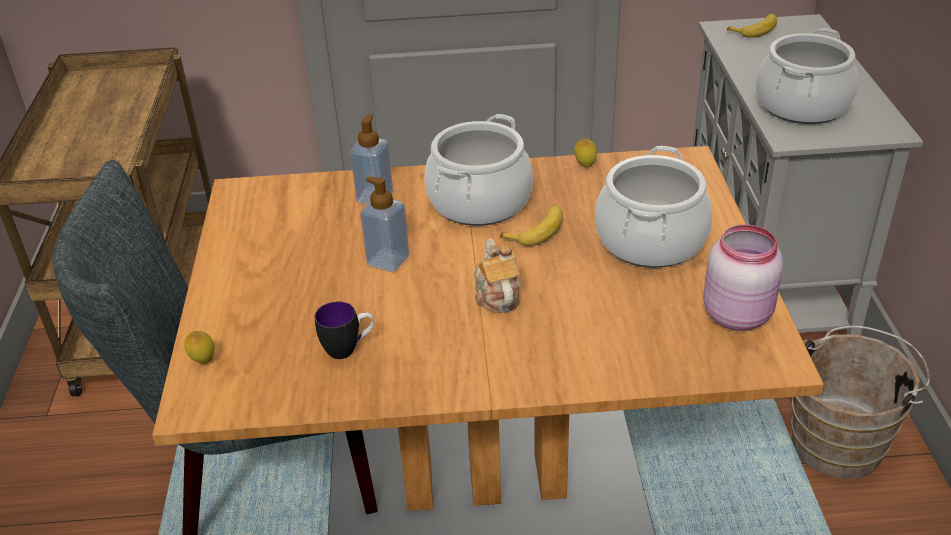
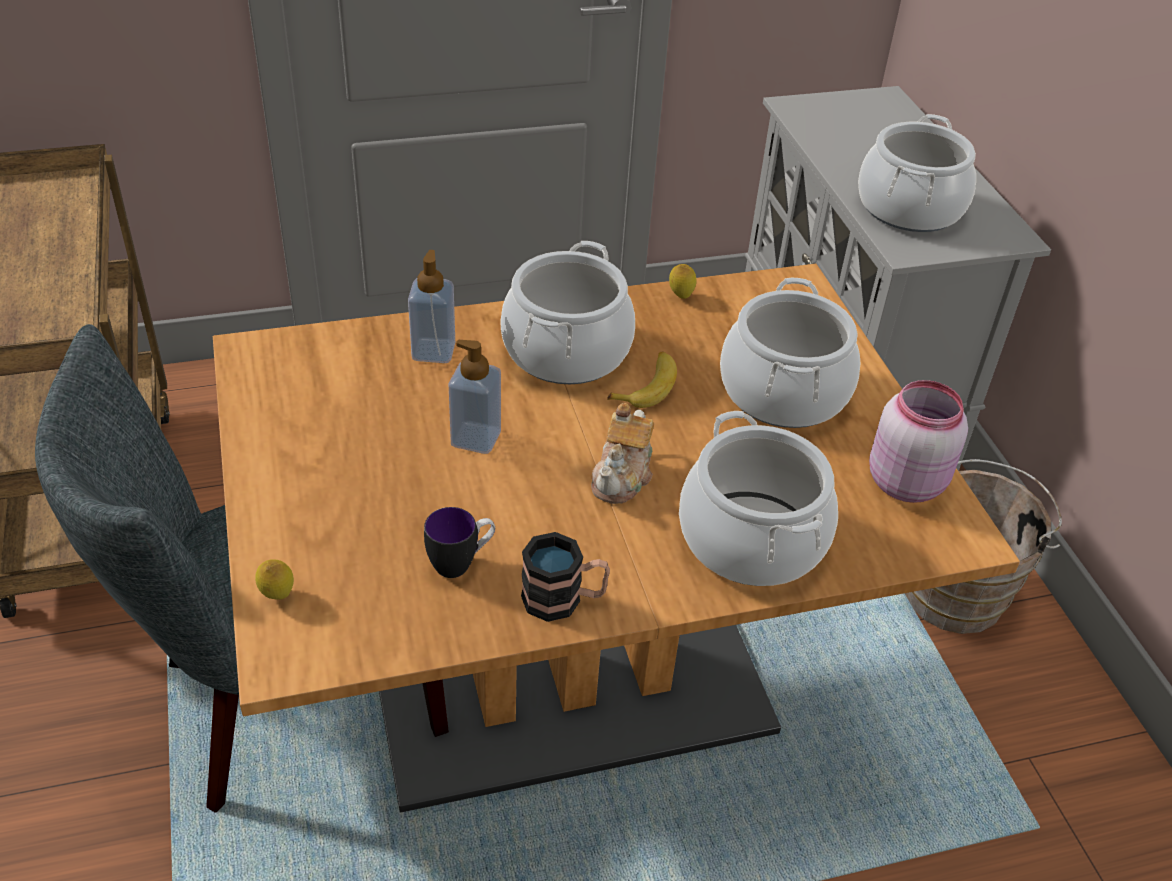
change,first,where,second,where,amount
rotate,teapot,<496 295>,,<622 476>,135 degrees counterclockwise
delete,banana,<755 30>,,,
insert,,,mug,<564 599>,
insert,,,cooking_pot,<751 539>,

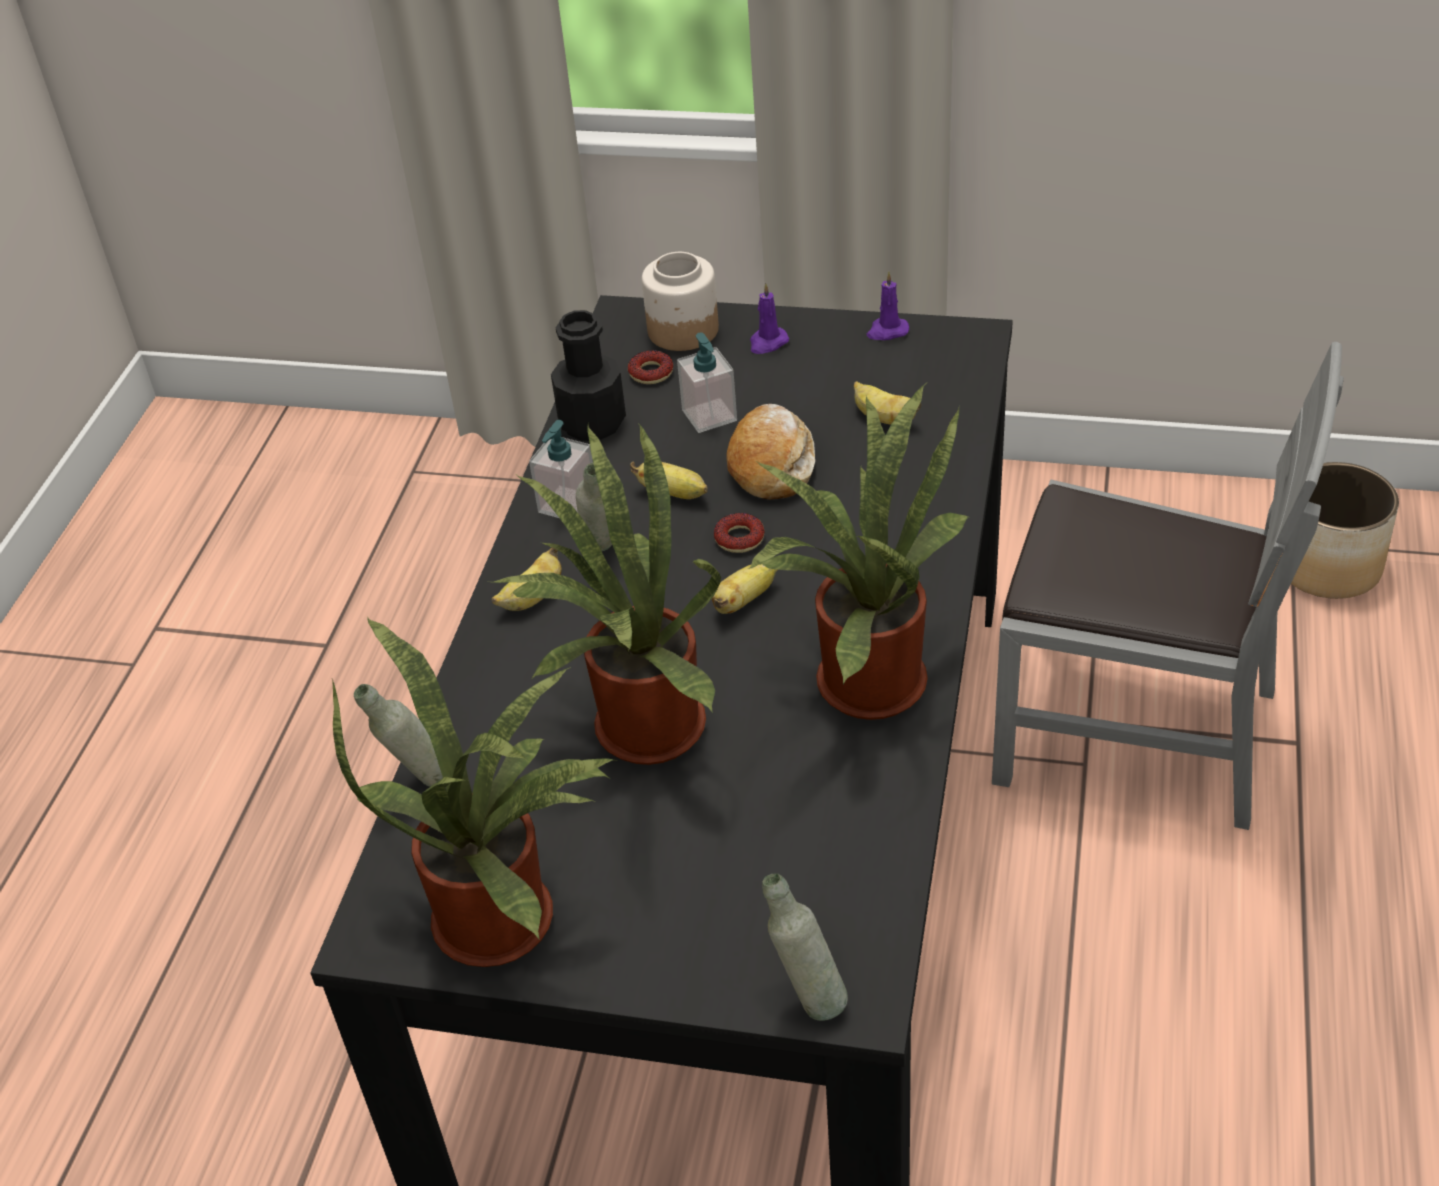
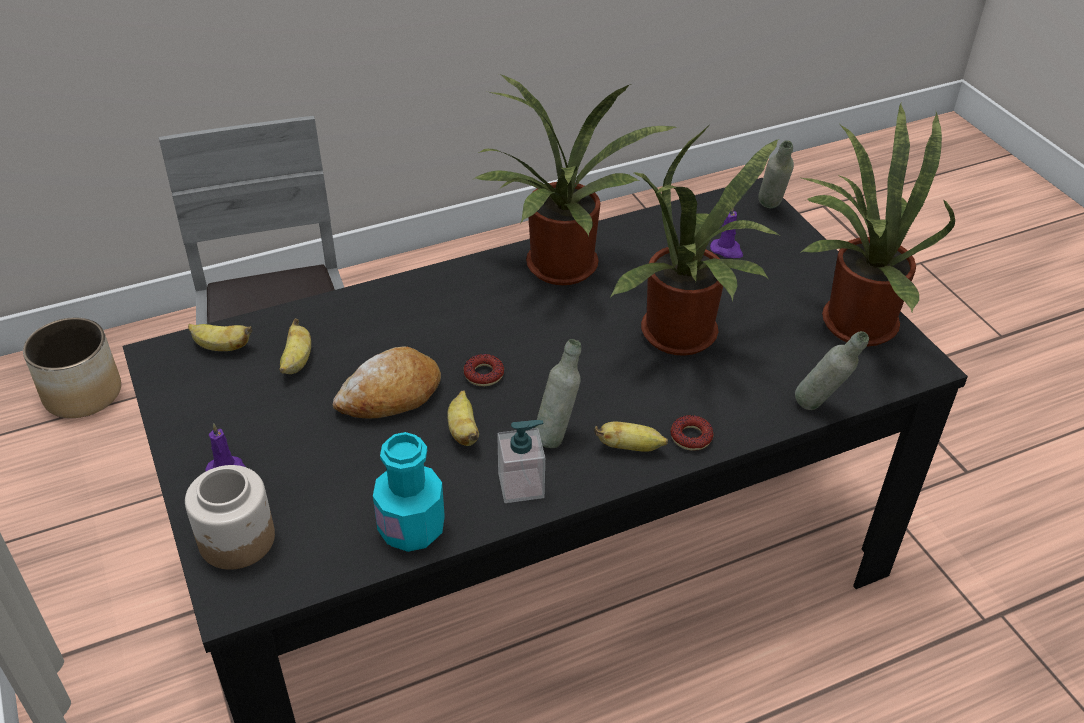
change,first,where,second,where,amount
recolor,black_bottle,<592 423>,turquoise_bottle,<411 528>,
move,donut,<651 373>,,<691 437>,
delete,soap_dispenser,<709 416>,,,
move,banana,<744 601>,,<221 347>,
move,purple_candle,<887 331>,,<727 250>,

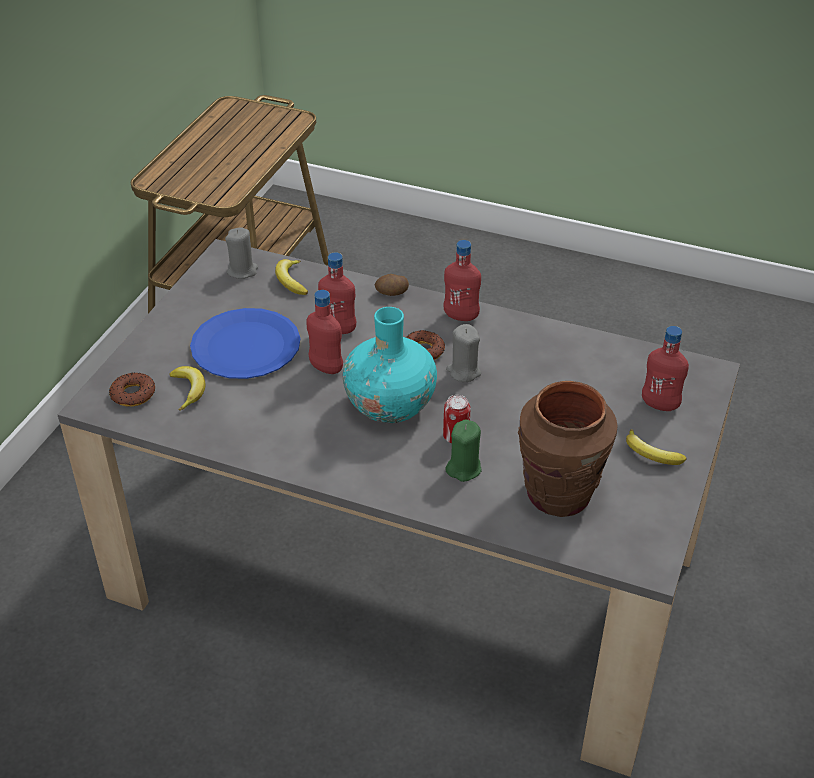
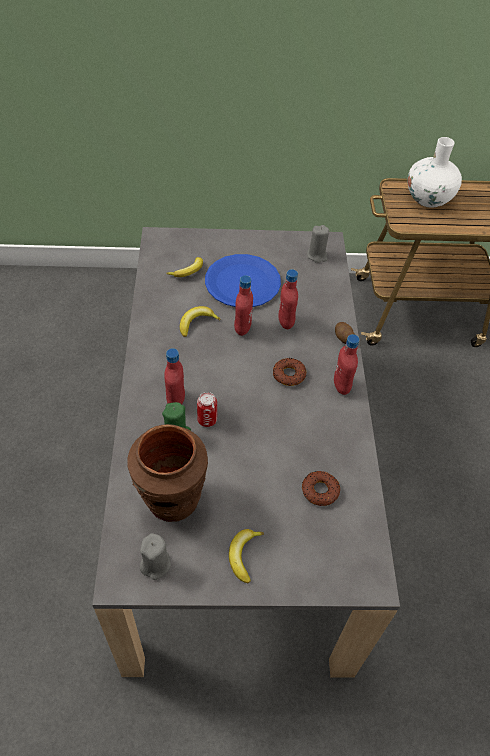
change,first,where,second,where,amount
move,donut,<133 394>,,<320 490>,
move,banana,<291 281>,,<196 323>,
delete,turquoise_vase,<390 406>,,,
move,grey_candle,<463 372>,,<155 564>,
move,red_bottle,<660 405>,,<176 400>,
insert,,,white_vase,<428 199>,

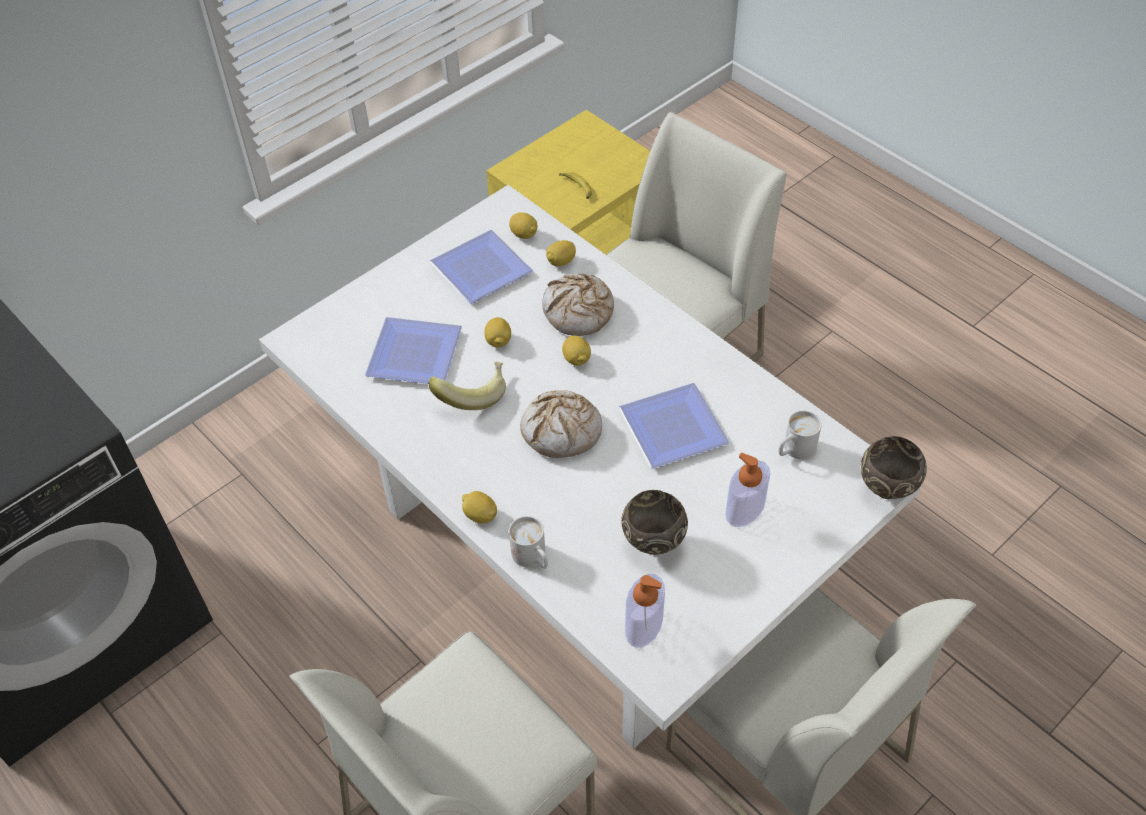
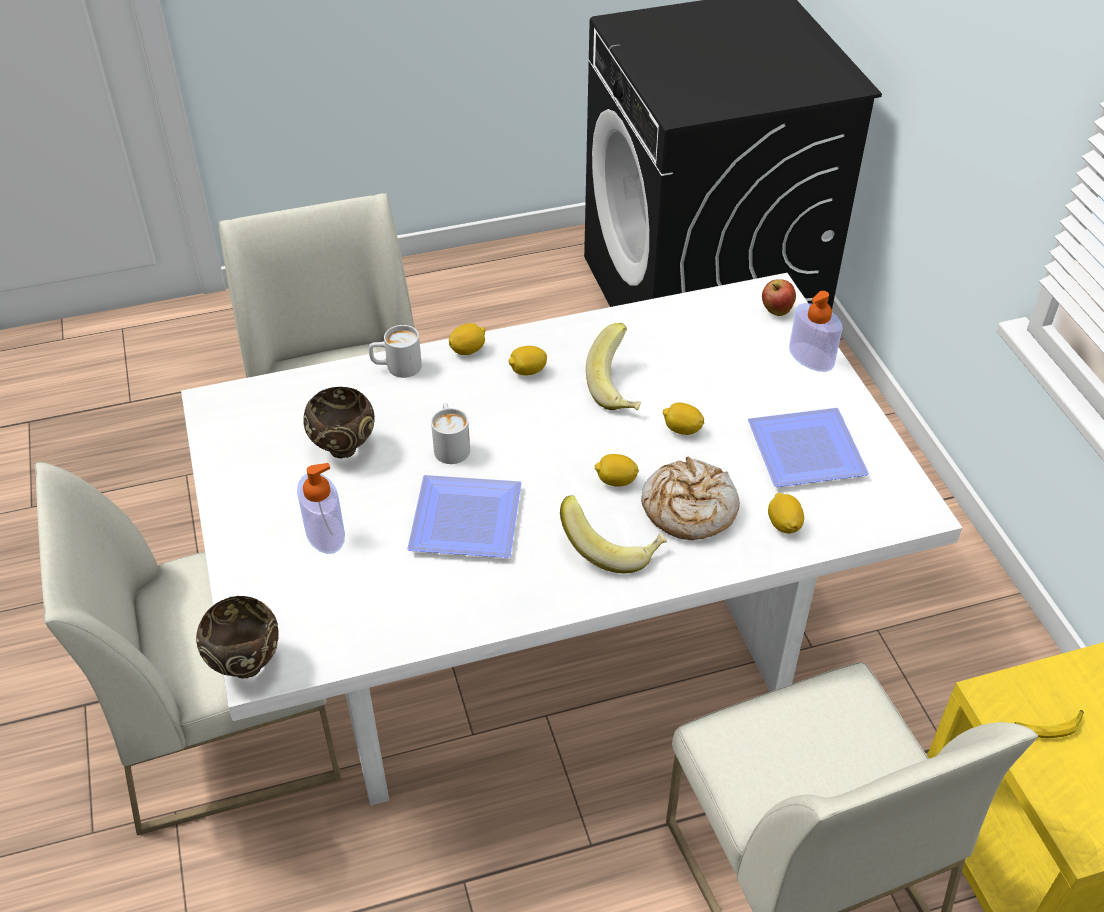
change,first,where,second,where,amount
delete,plate,<418 352>,,,
move,lemon,<524 234>,,<527 371>,
delete,bread,<562 431>,,,
move,soap_dispenser,<644 624>,,<811 357>,
move,white_mug,<794 450>,,<450 445>,
insert,,,banana,<612 547>,
insert,,,apple,<776 311>,

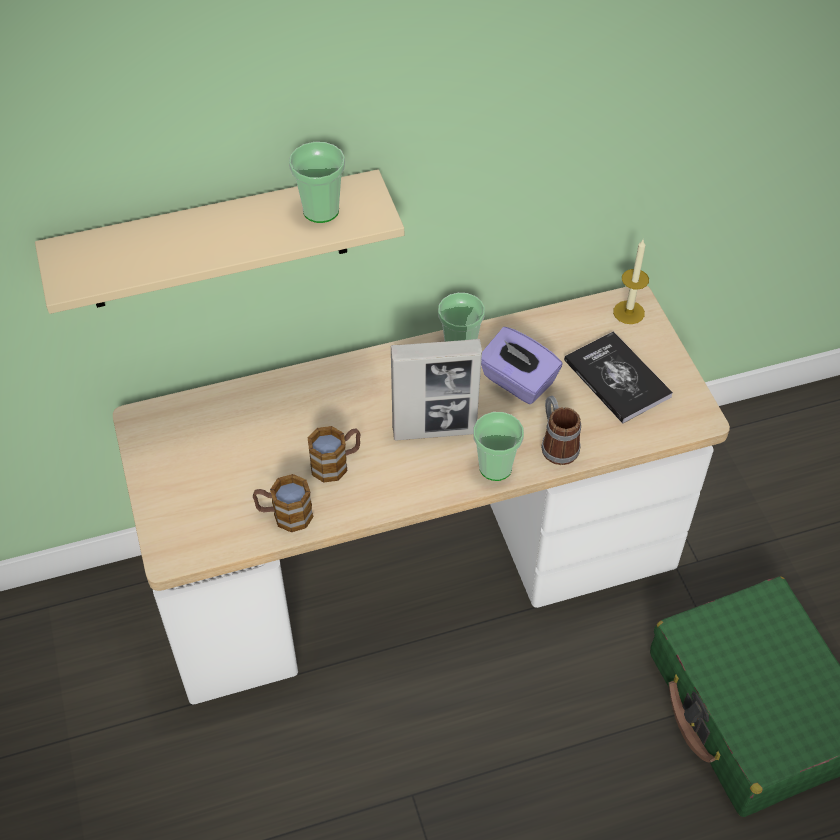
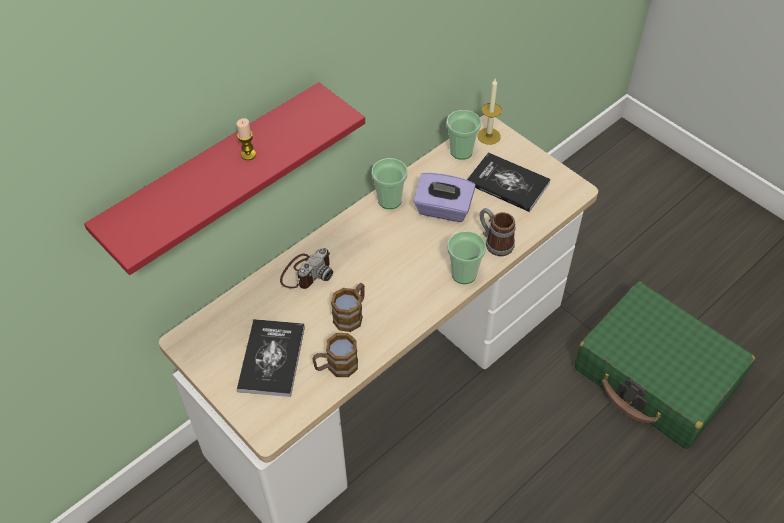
change,first,where,second,where,amount
recolor,beige_shelf,<217 241>,red_shelf,<215 177>,
move,cup,<321 210>,,<461 151>,
delete,picture_frame,<434 430>,,,
insert,,,candle,<248 154>,
insert,,,book,<271 358>,
insert,,,photo_camera,<306 272>,

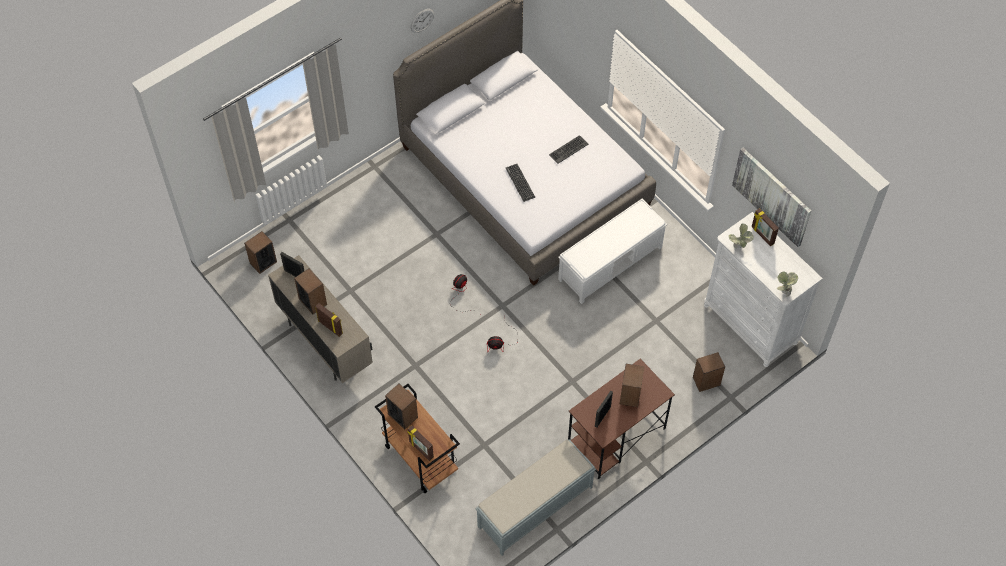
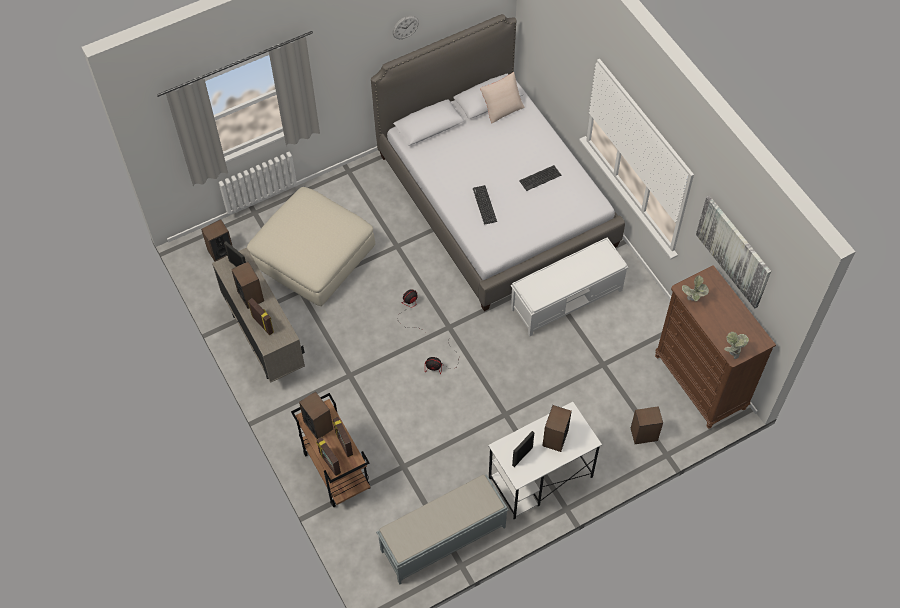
change,first,where,second,where,amount
recolor,brown_desk,<616 437>,white_desk,<540 478>,
recolor,white_dresser,<750 325>,brown_dresser,<700 382>,
move,picture_frame,<762 235>,,<343 443>,
insert,,,beige_ottoman,<313 256>,
insert,,,beige_pillow,<502 108>,

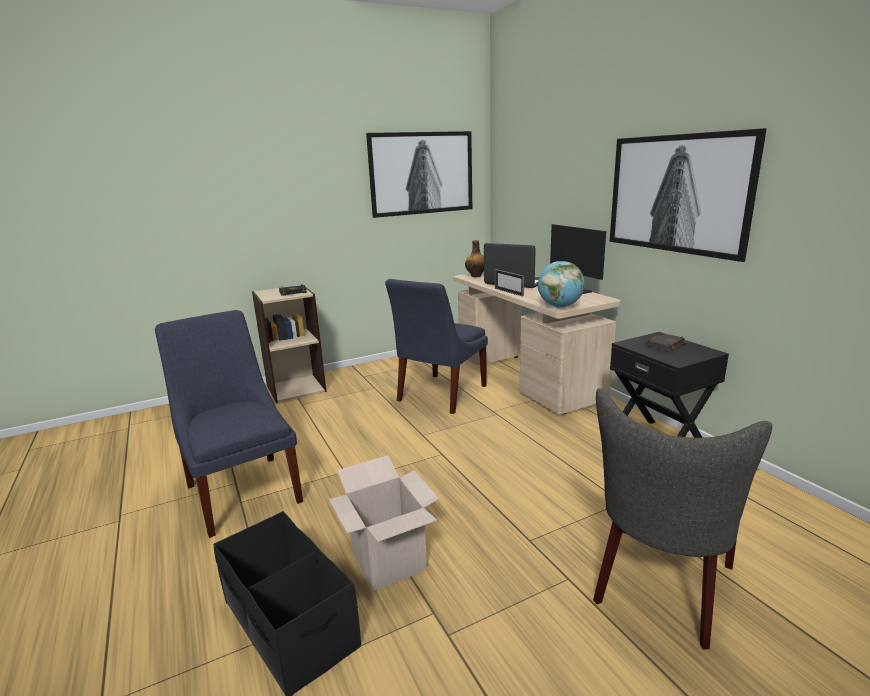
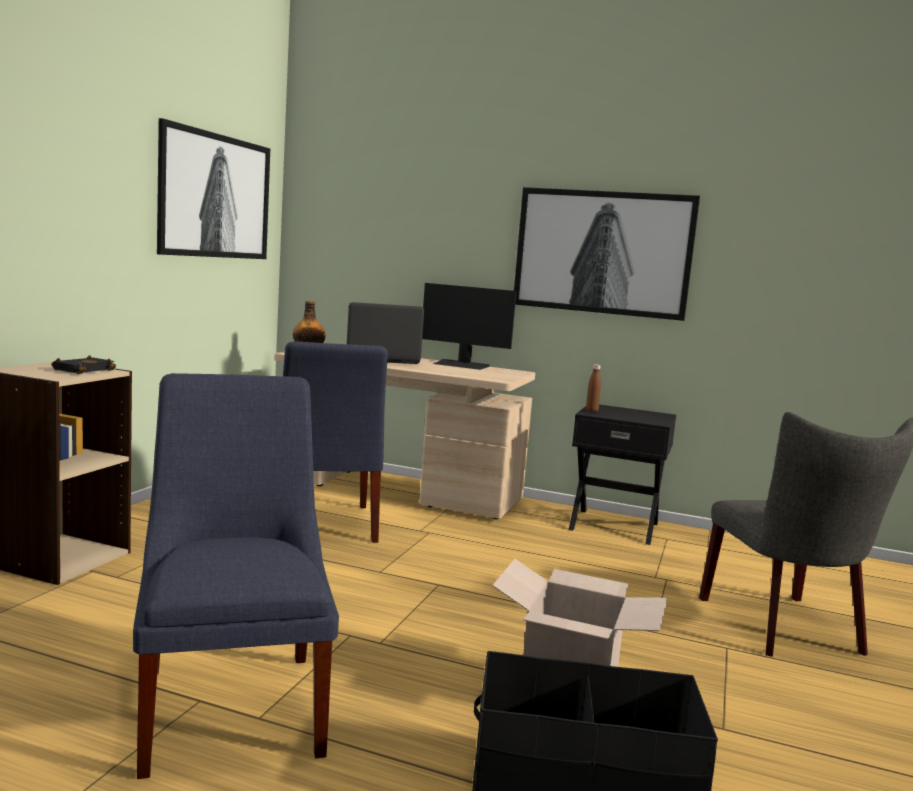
change,first,where,second,where,amount
rotate,blue_chair,<243 490>,,<233 703>,60 degrees clockwise
delete,picture_frame,<508 292>,,,
delete,globe,<559 306>,,,
delete,black_book,<664 344>,,,
insert,,,brown_bottle,<591 411>,

